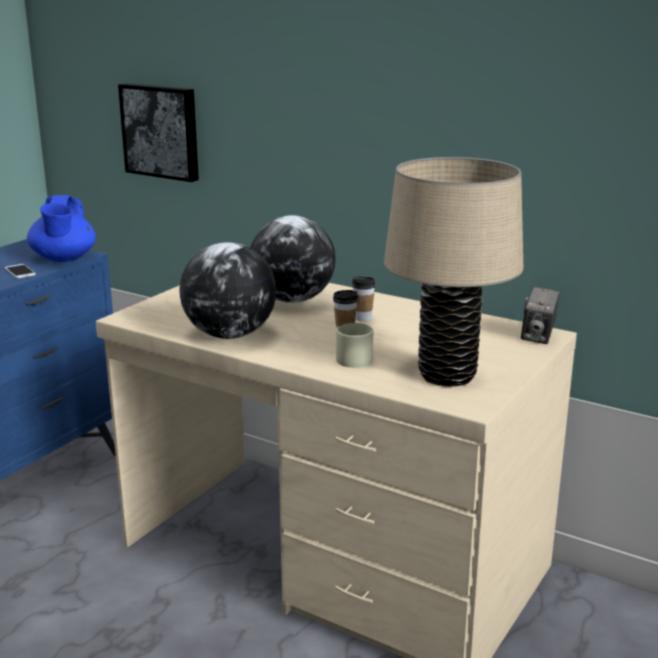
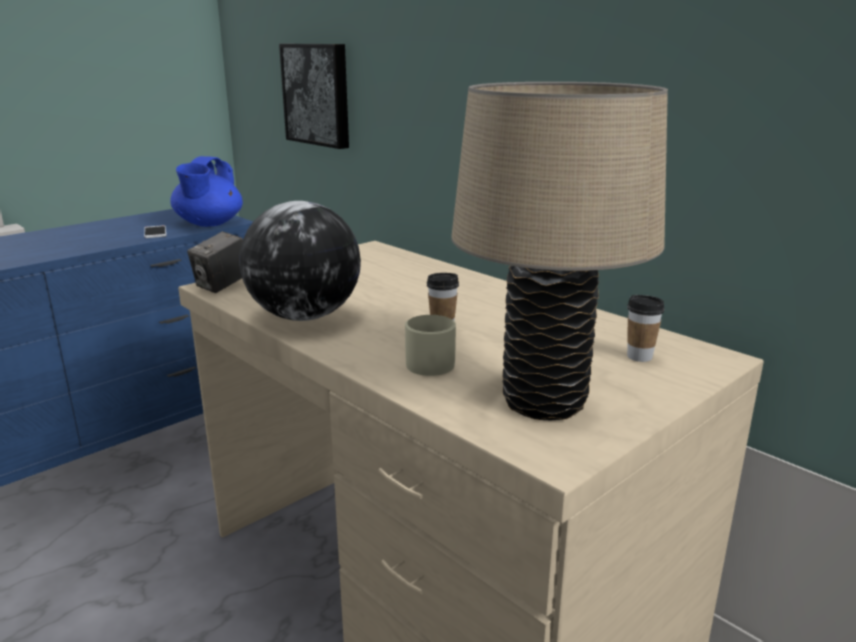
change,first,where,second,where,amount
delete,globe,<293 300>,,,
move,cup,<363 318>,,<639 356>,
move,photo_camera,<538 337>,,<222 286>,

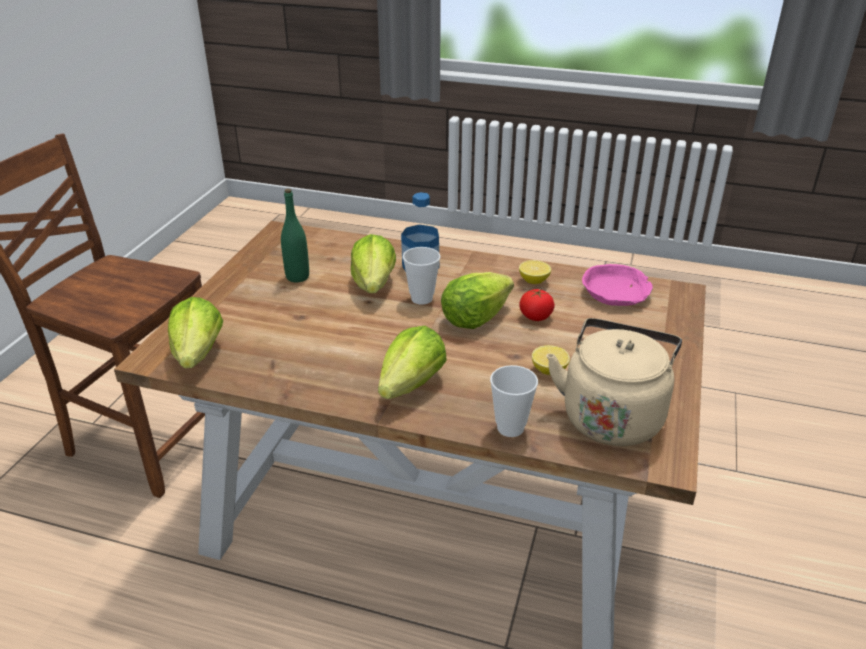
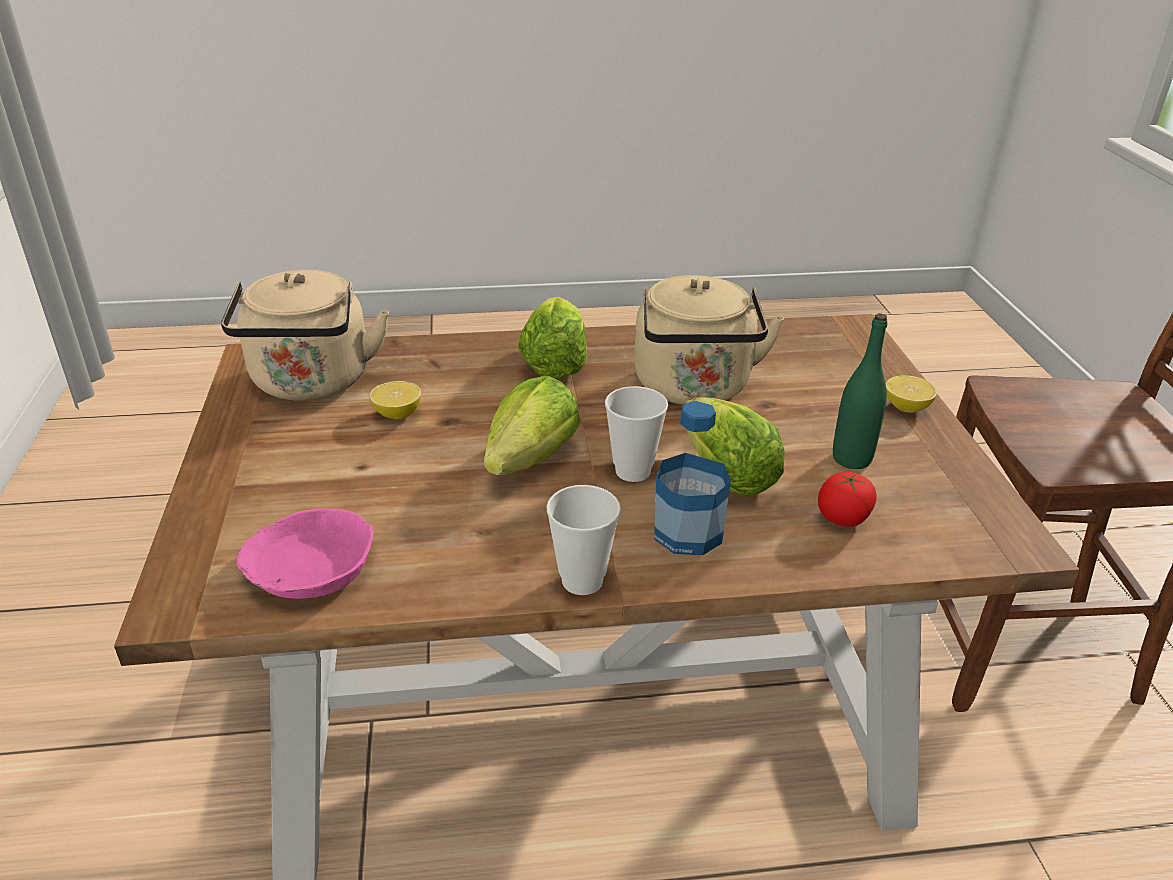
change,first,where,second,where,amount
delete,lettuce,<198 354>,,,
move,cup,<510 428>,,<582 581>,
move,lemon,<533 281>,,<906 408>,
move,tomato,<535 317>,,<843 517>,
insert,,,beige_kettle,<694 389>,

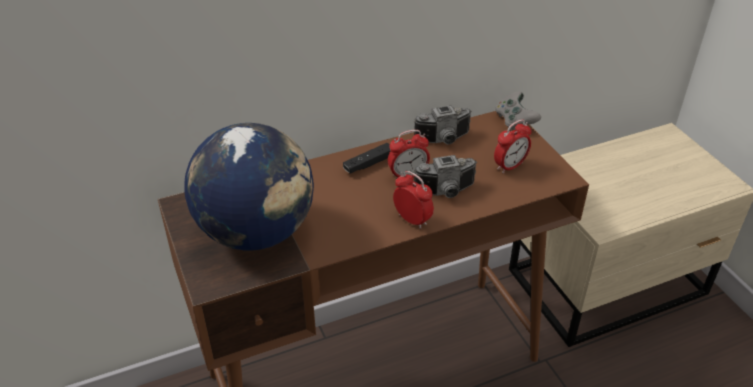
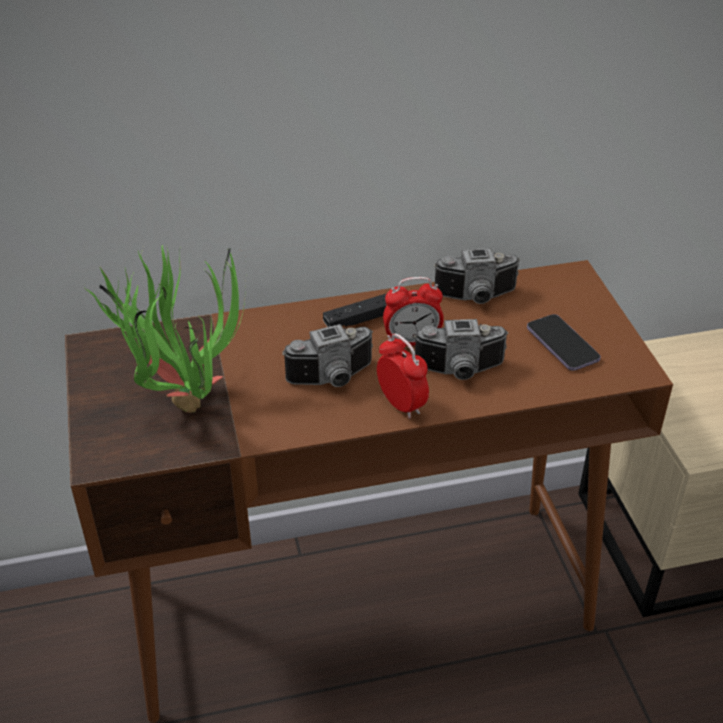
change,first,where,second,where,amount
replace,globe,<257 232>,potted_plant,<183 395>,
replace,alarm_clock,<510 166>,phone,<562 344>,
delete,grey_game_controller,<514 121>,,,
insert,,,photo_camera,<333 379>,

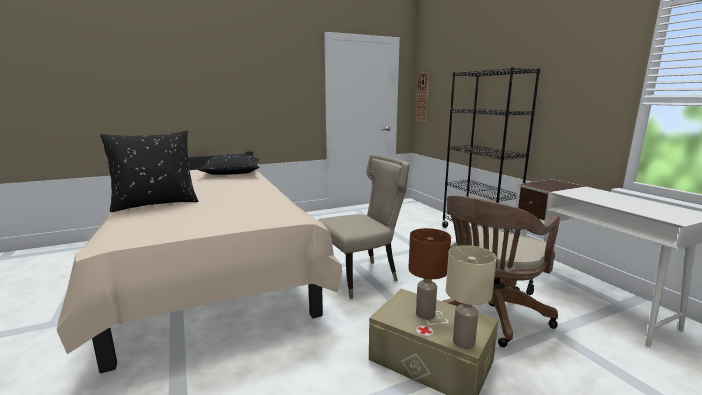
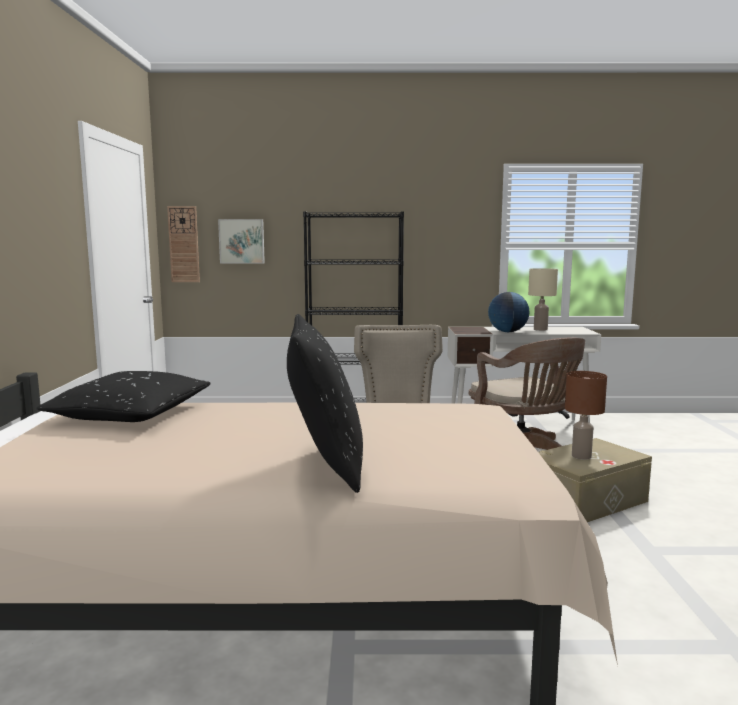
change,first,where,second,where,amount
move,beige_table_lamp,<464 341>,,<540 329>,
insert,,,picture,<242 241>,
insert,,,globe,<507 332>,

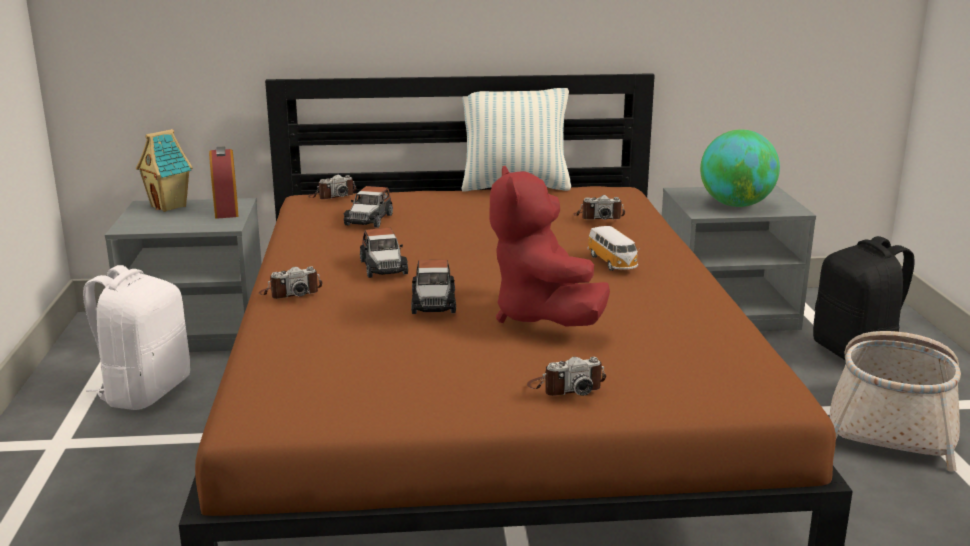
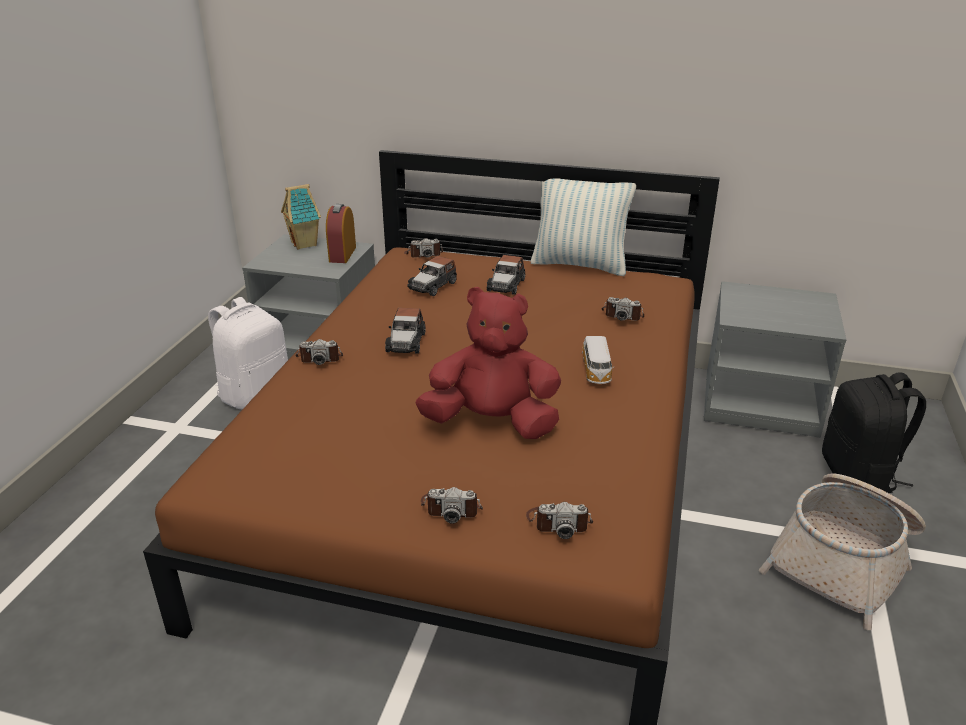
change,first,where,second,where,amount
move,toy_car,<433 303>,,<506 285>,
rotate,red_plush_toy,<543 317>,,<492 423>,90 degrees clockwise
delete,globe,<736 205>,,,
insert,,,photo_camera,<559 522>,

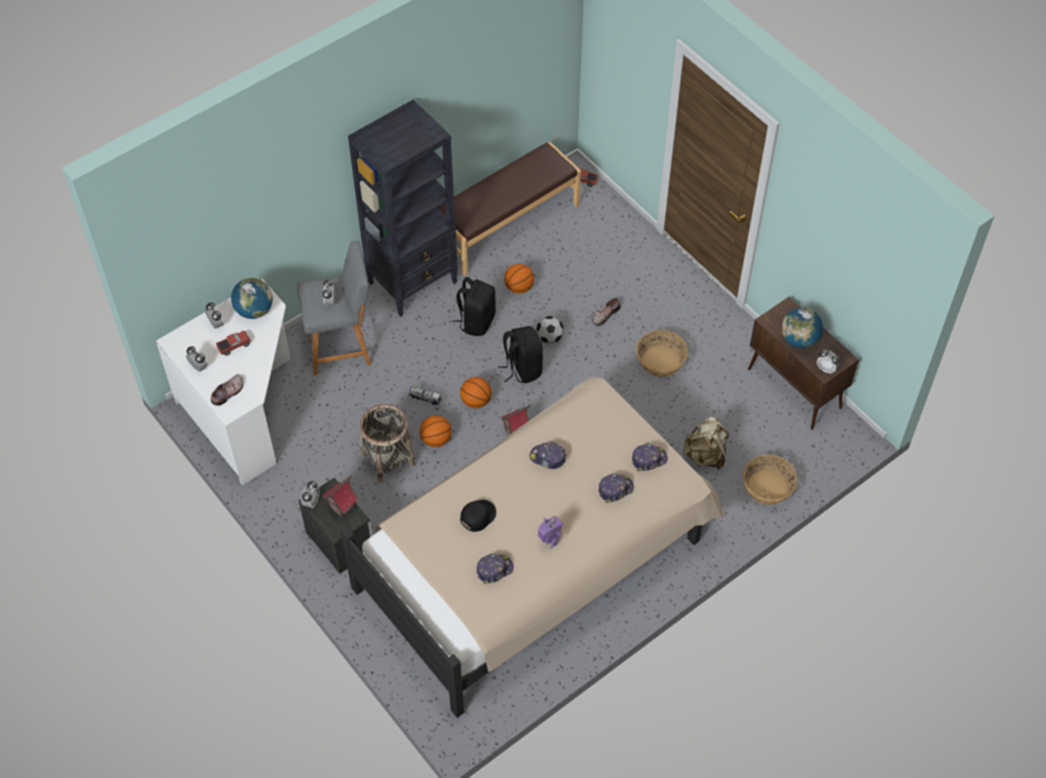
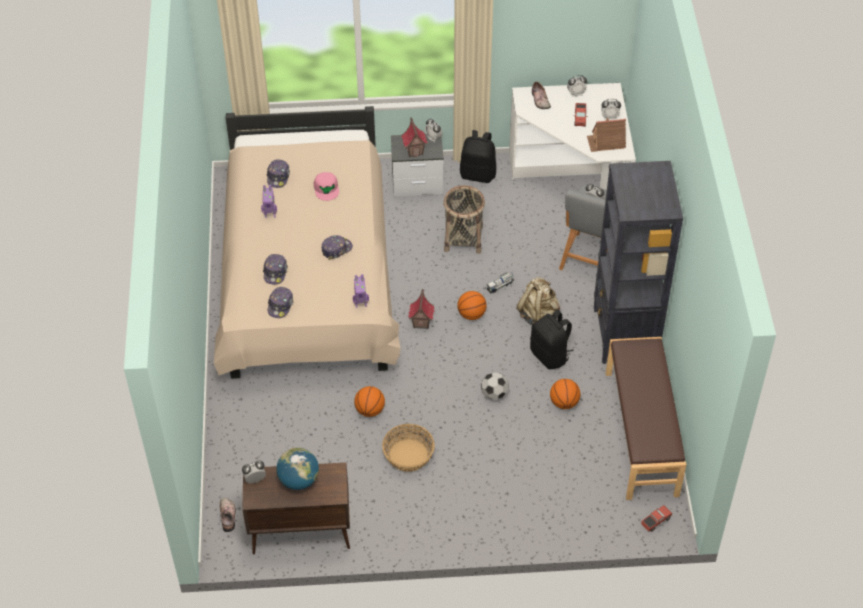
change,first,where,second,where,amount
replace,globe,<254 310>,toy_house,<606 142>,
move,basketball,<436 439>,,<370 410>,
recolor,black_cap,<477 516>,pink_cap,<326 188>,
move,black_backpack,<522 368>,,<478 174>,
move,shoe,<604 314>,,<228 516>,
move,beige_backpack,<705 455>,,<539 315>,
delete,basket,<768 487>,,,
insert,,,toy_robot,<360 304>,

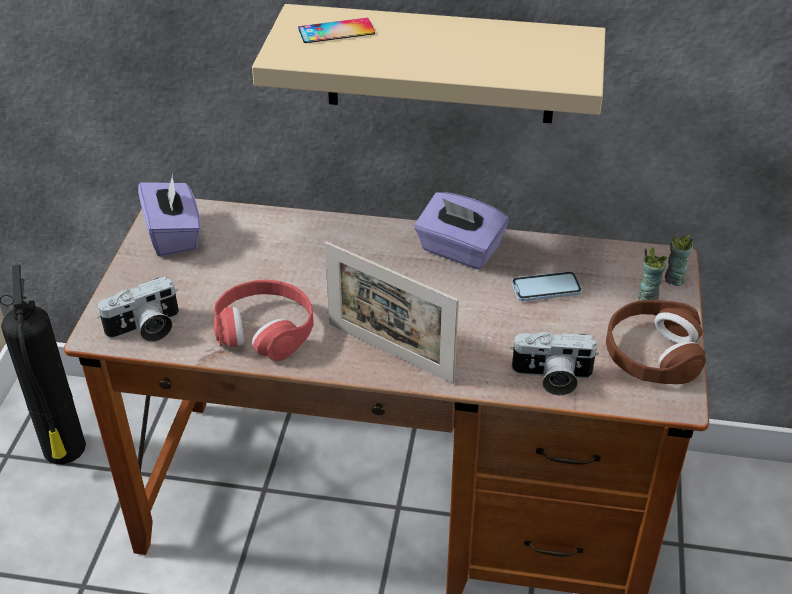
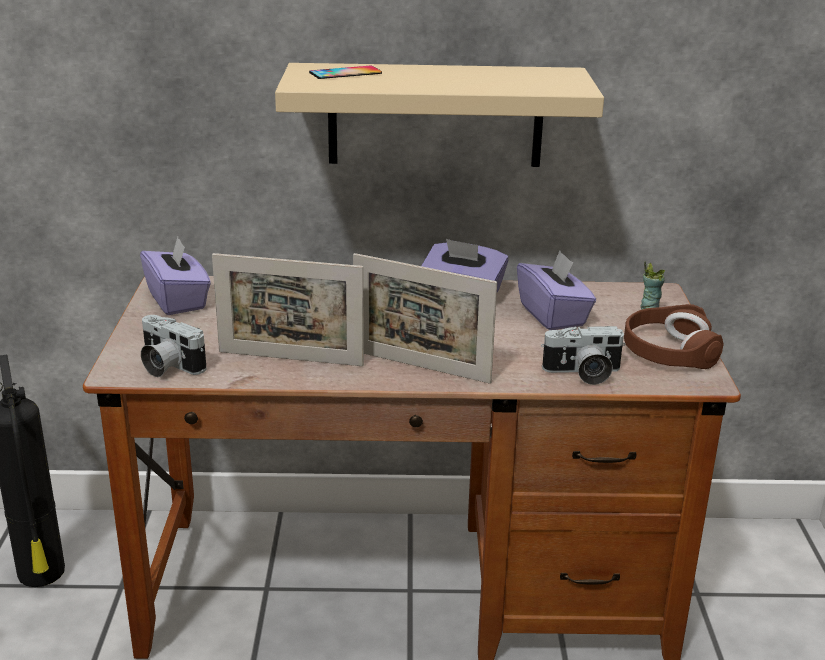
change,first,where,second,where,amount
rotate,photo_camera,<145 329>,,<167 366>,75 degrees clockwise
replace,red_headphones,<265 329>,picture_frame,<290 358>,
replace,phone,<546 288>,purple_tissue_box,<553 315>,
delete,cup,<674 279>,,,

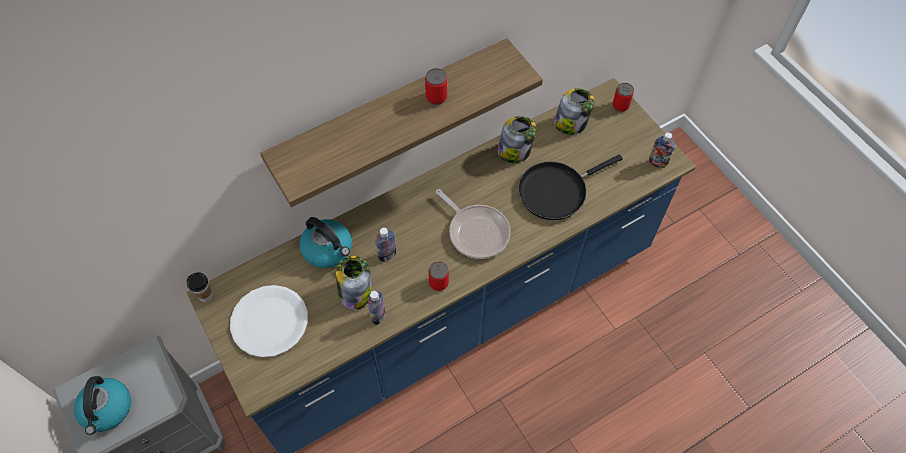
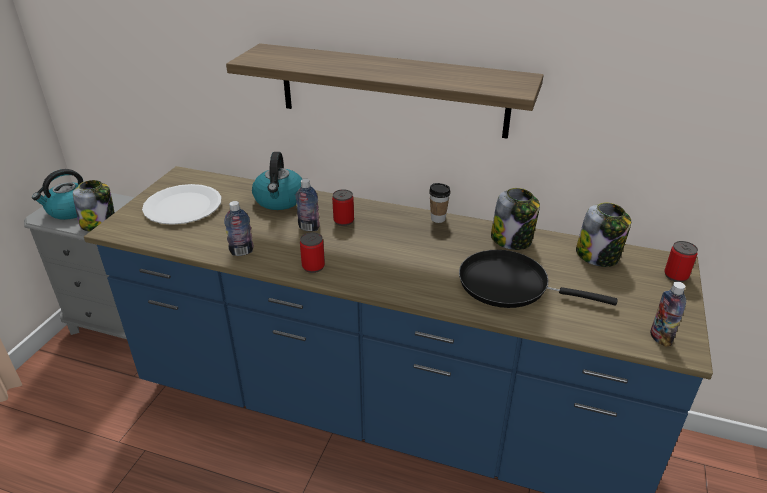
change,first,where,second,where,amount
move,cup,<205 295>,,<438 219>,
move,jar,<355 292>,,<99 223>,
move,can,<436 97>,,<343 221>,
delete,frying_pan,<476 232>,,,

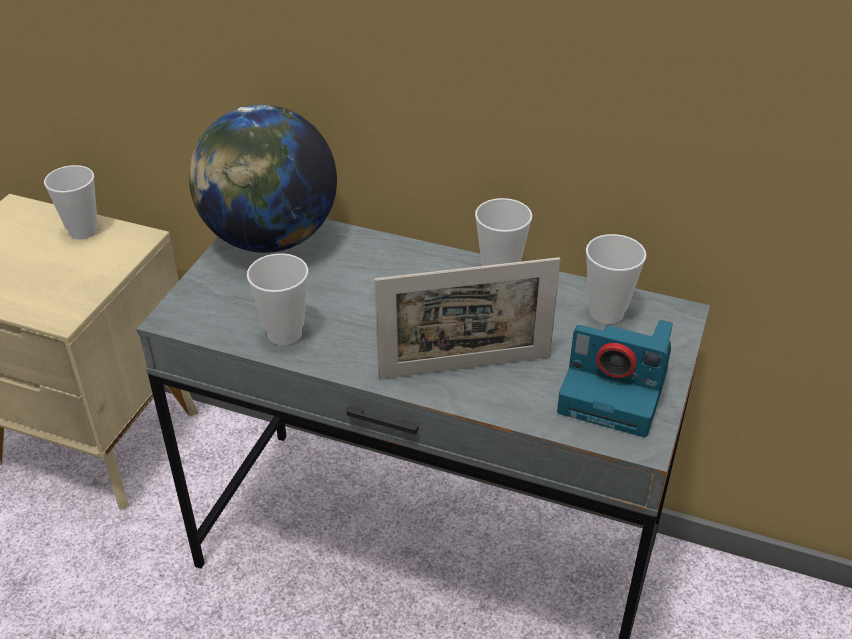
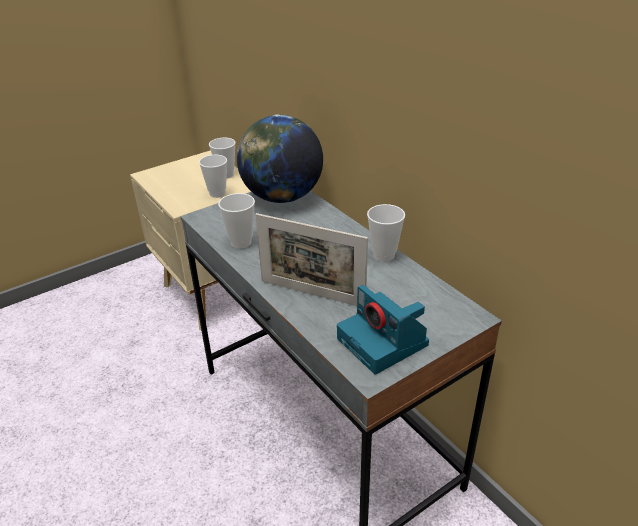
change,first,where,second,where,amount
move,cup,<606 313>,,<217 193>,

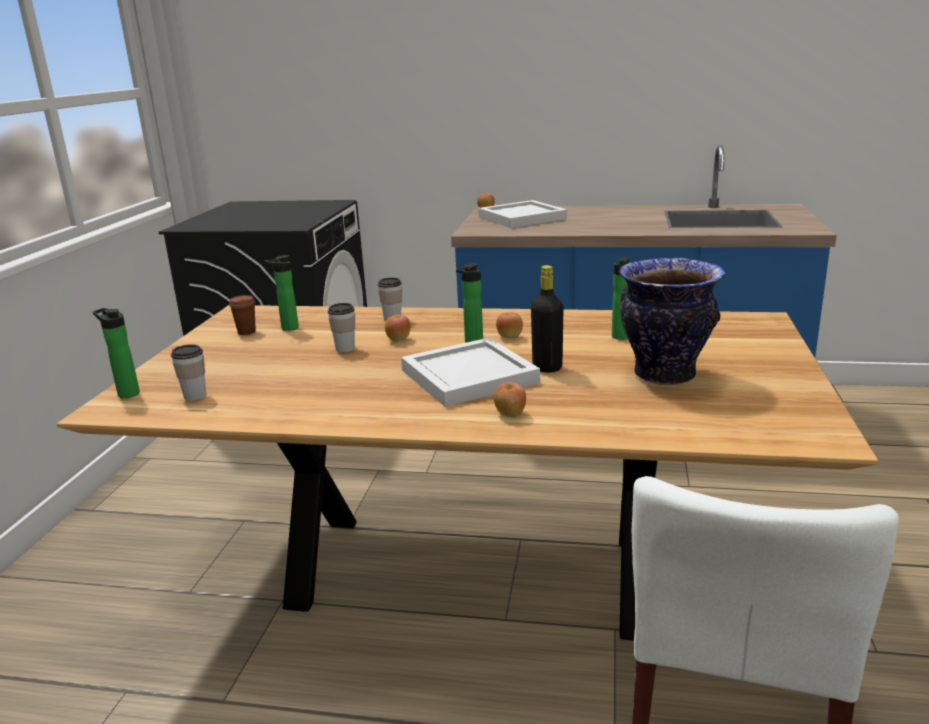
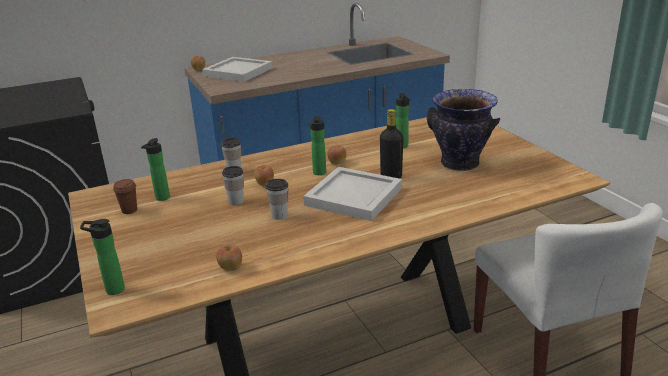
change,first,where,second,where,amount
move,cup,<195 396>,,<279 215>,
move,apple,<510 414>,,<230 268>,

